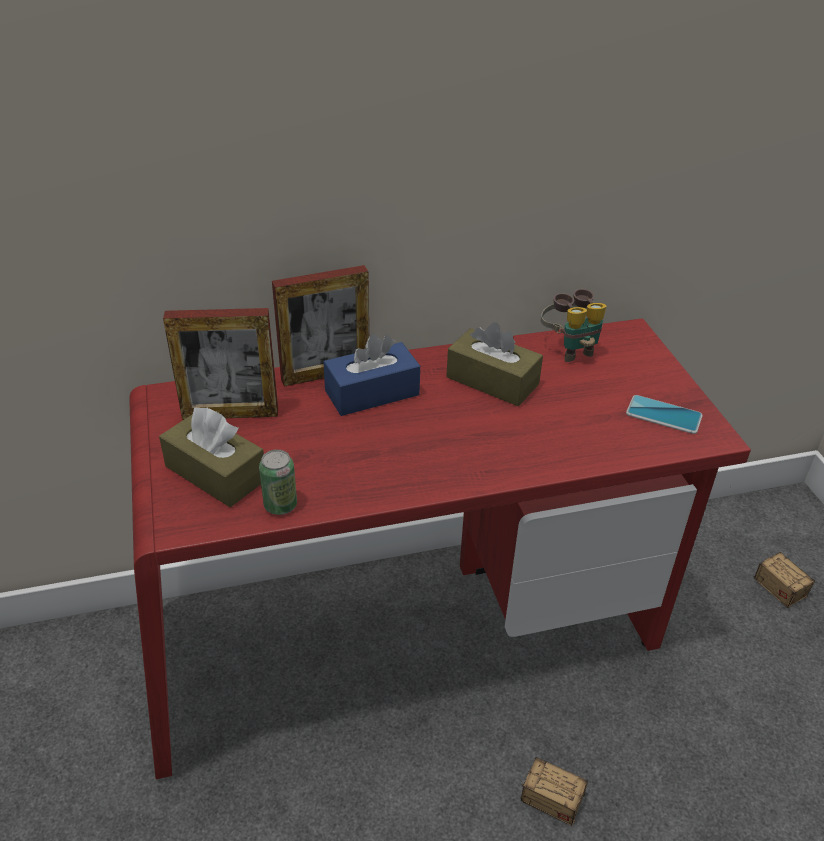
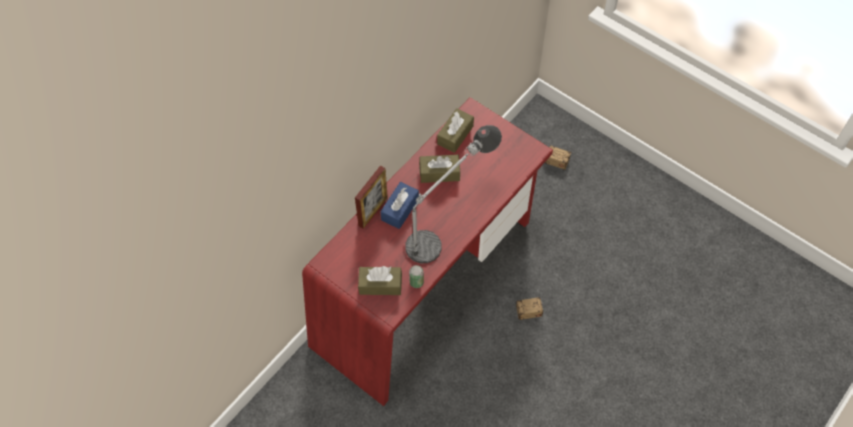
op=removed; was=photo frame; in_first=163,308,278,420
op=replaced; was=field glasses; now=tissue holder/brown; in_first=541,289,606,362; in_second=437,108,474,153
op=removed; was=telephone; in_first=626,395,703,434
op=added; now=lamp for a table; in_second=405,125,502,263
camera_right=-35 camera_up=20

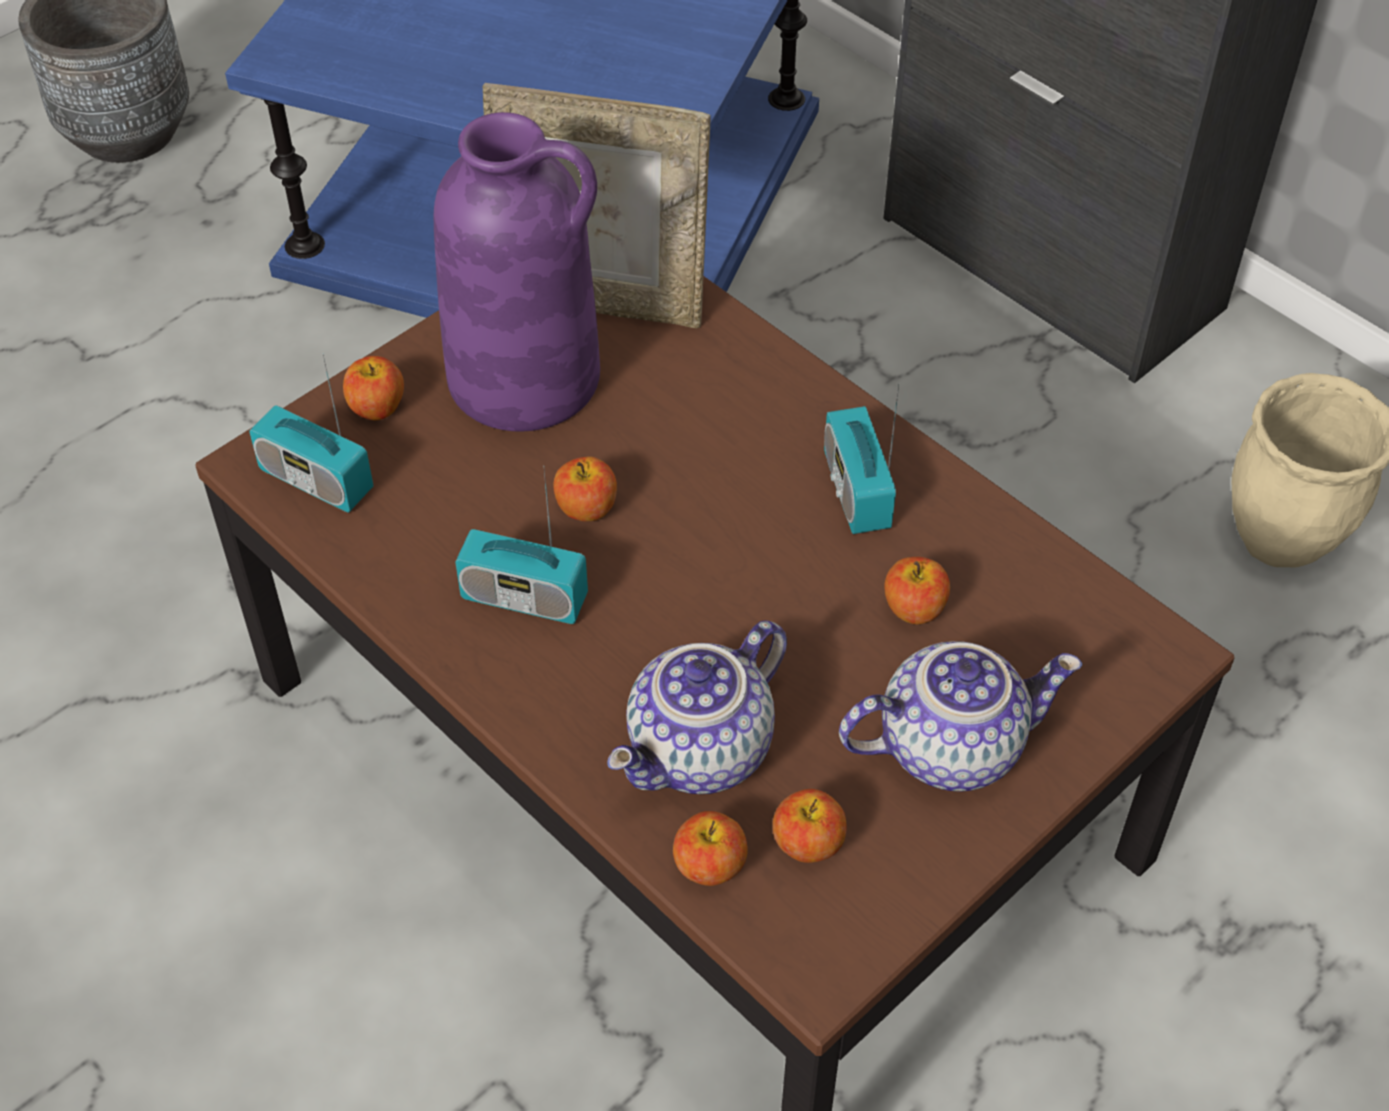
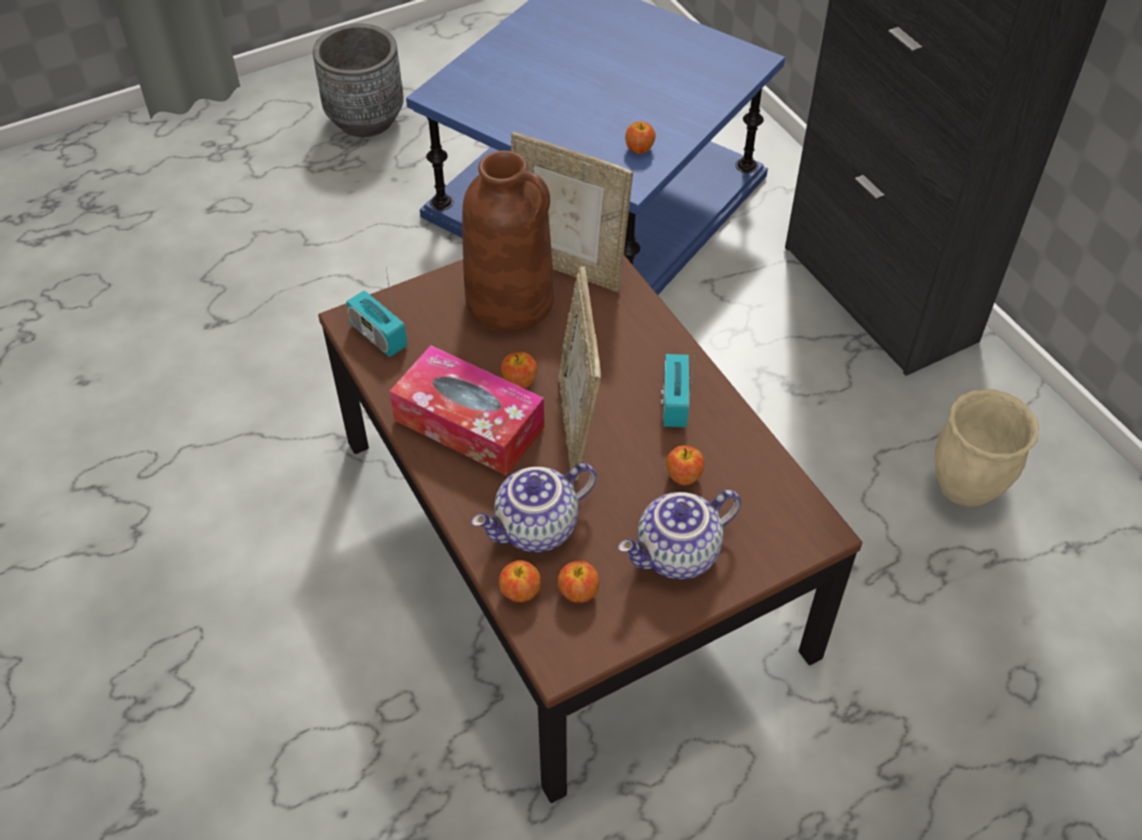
op=moved; was=apple; in_first=343,356,404,420; in_second=625,122,655,154
op=recoloured; was=decorative vase/purplish; now=decorative vase/brown; in_first=434,112,600,432; in_second=462,151,554,332
op=replaced; was=radio receiver; now=tissue holder; in_first=455,466,588,624; in_second=389,345,545,476
op=turned; was=tea pot; in_first=839,641,1082,792; in_second=618,489,741,579; clockwise=150
op=added; now=photo frame; in_second=558,266,601,480
camera_right=15 camera_up=0

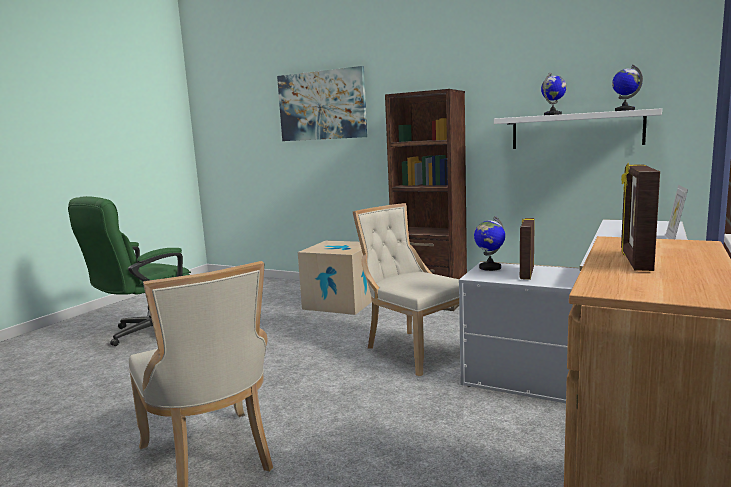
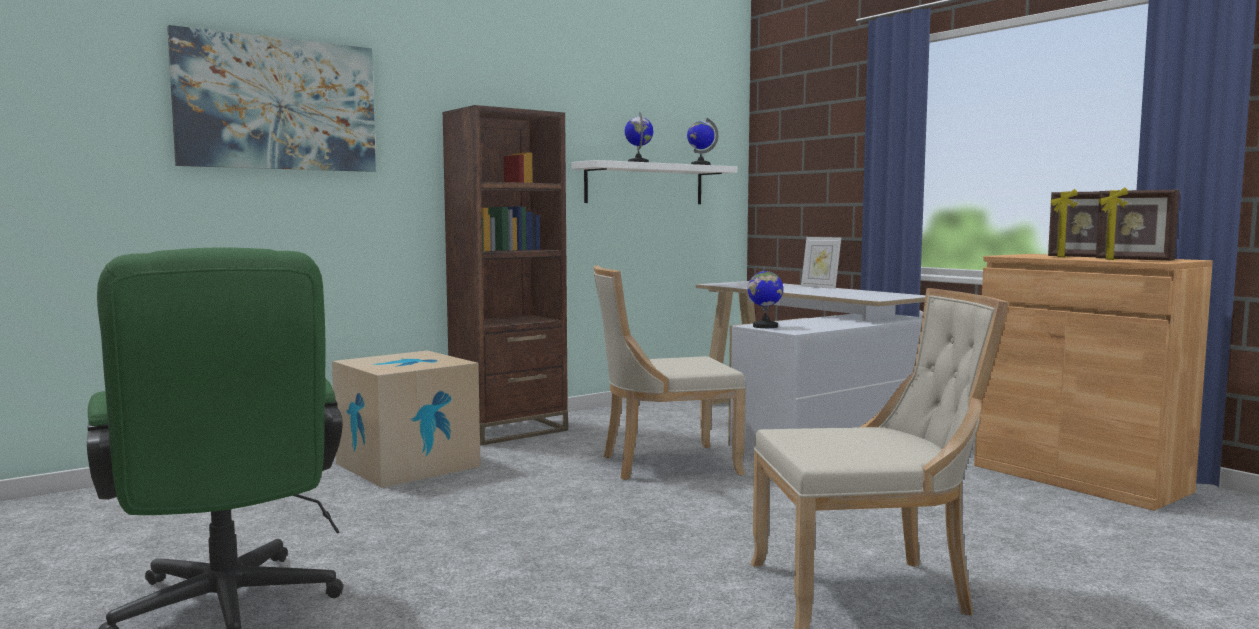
op=moved; was=photo frame; in_first=520,218,535,280; in_second=1096,188,1180,261
camera_right=-65 camera_up=-5

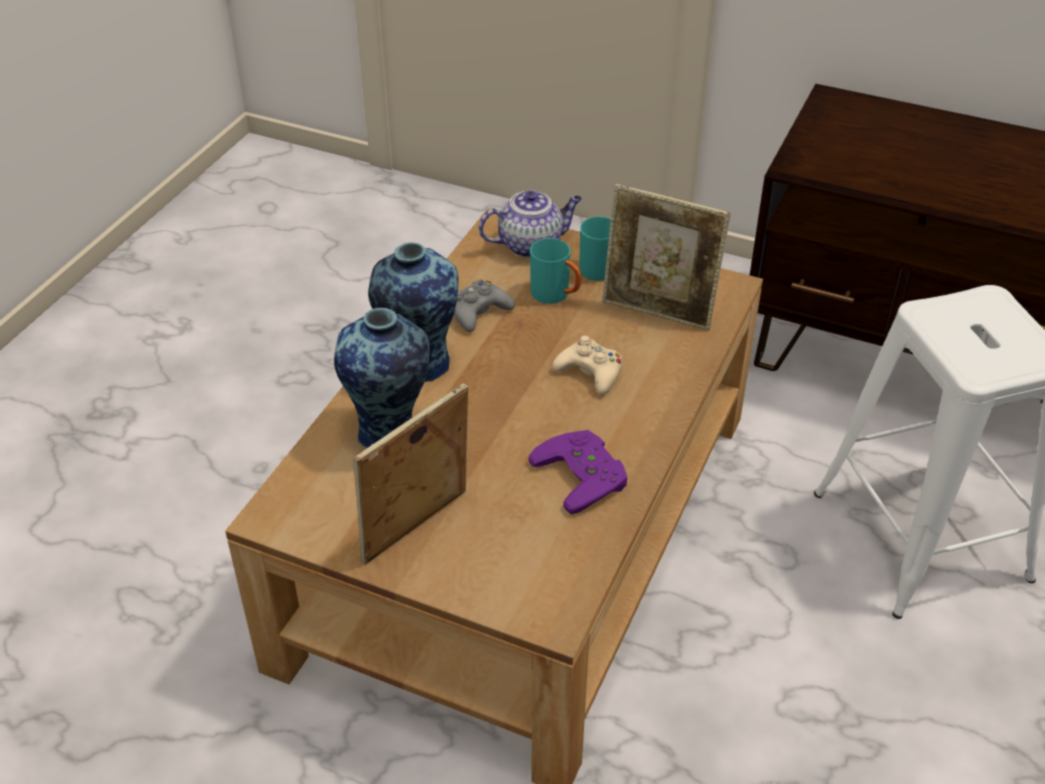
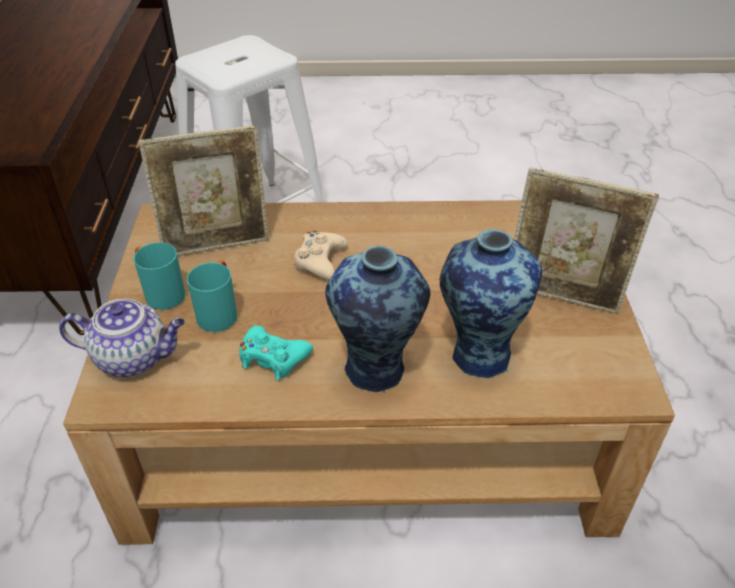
op=recoloured; was=joypad/grey; now=joypad/blue-green; in_first=454,280,515,332; in_second=239,325,313,380
op=turned; was=tea pot; in_first=479,190,582,258; in_second=59,298,185,377; clockwise=135
op=removed; was=joypad/purplish; in_first=528,430,627,515
op=turned; was=photo frame; in_first=602,184,731,331; in_second=138,125,269,256; clockwise=75
camera_right=-115 camera_up=0

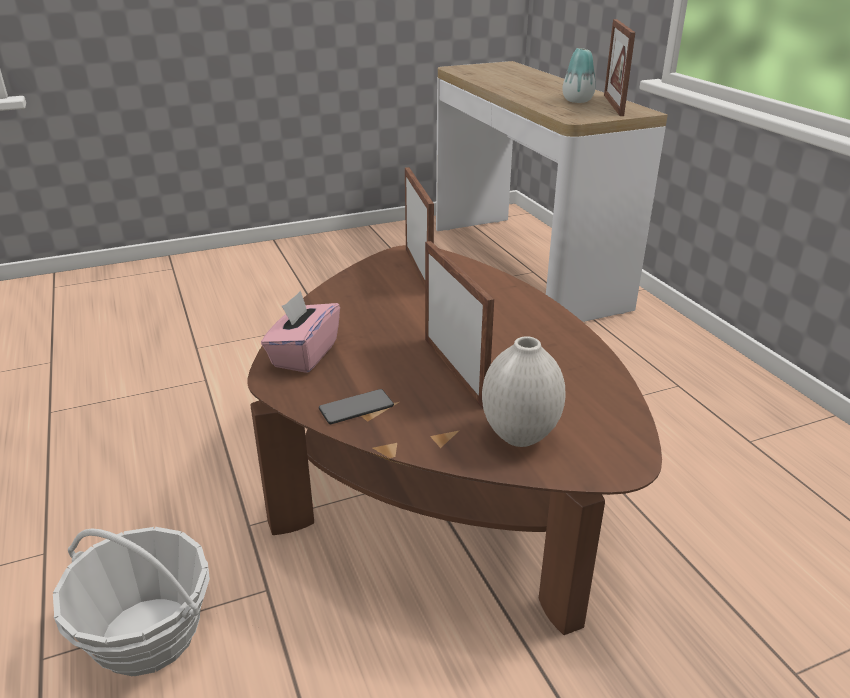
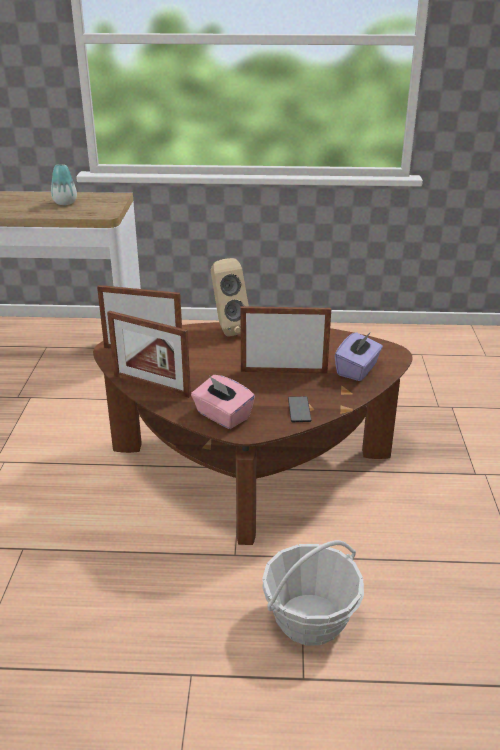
op=replaced; was=decorative vase/white-coloured; now=tissue holder/purplish; in_first=482,336,565,447; in_second=335,332,383,381
op=moved; was=photo frame; in_first=604,19,635,116; in_second=107,311,191,398
op=added; now=loudspeaker/sand-coloured; in_second=211,258,249,337
camera_right=-65 camera_up=0

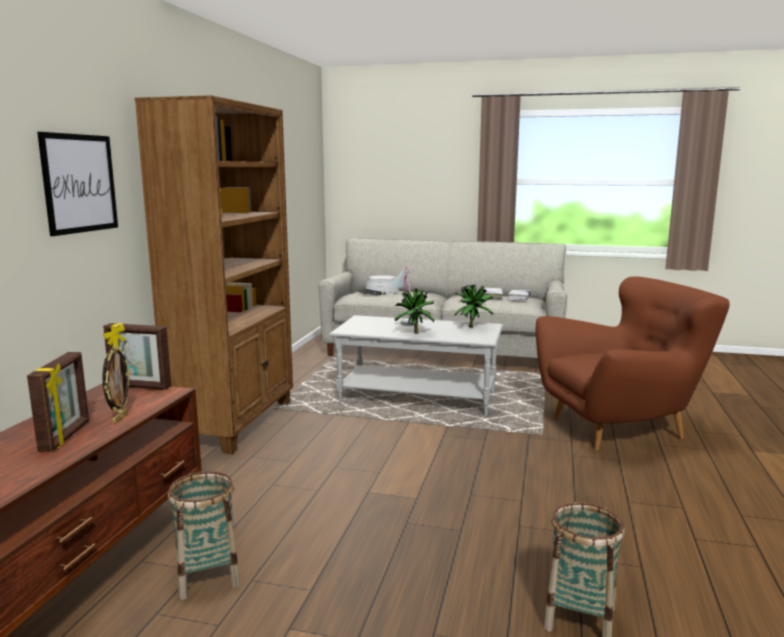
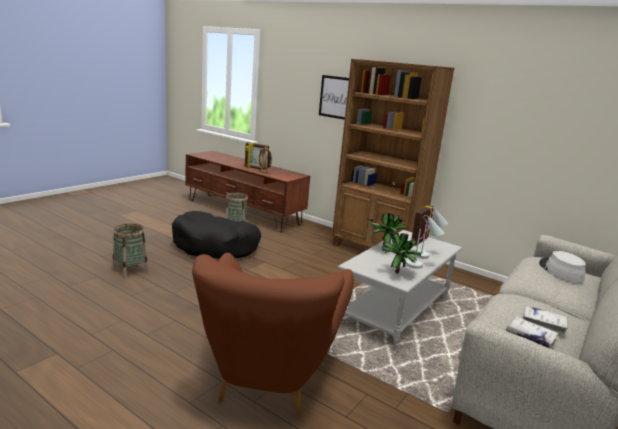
op=moved; was=photo frame; in_first=103,323,171,390; in_second=411,205,434,246
op=added; now=pet bed/black; in_second=172,211,261,259
op=added; now=lamp for a table/white-coloured; in_second=406,215,444,269
camera_right=110 camera_up=5

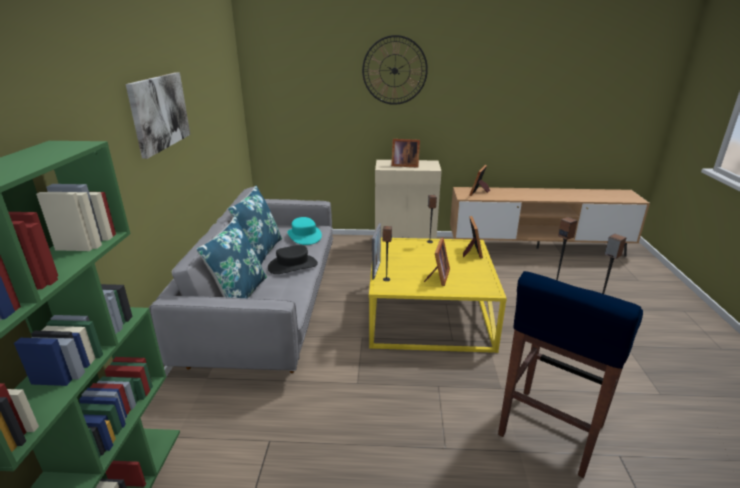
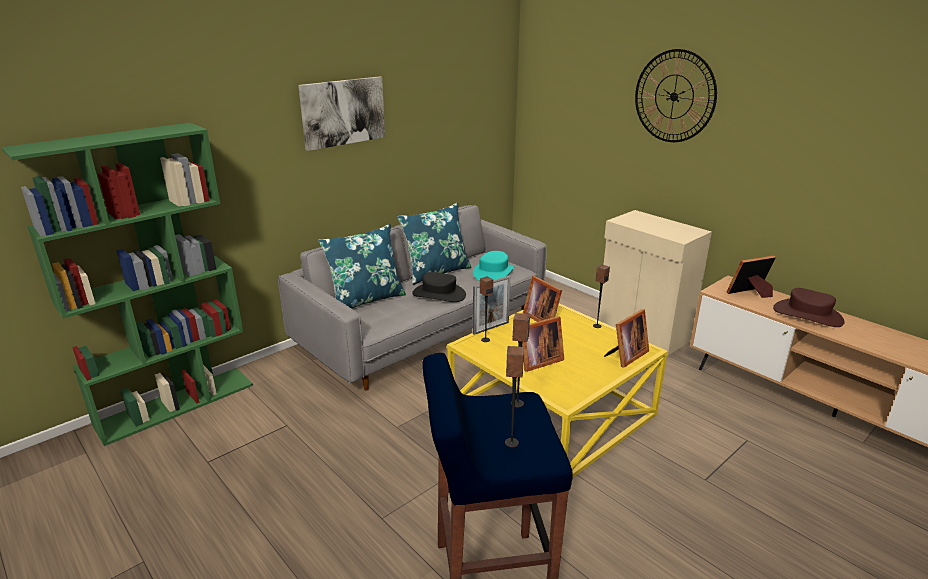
op=moved; was=photo frame; in_first=391,139,420,168; in_second=523,276,562,322
op=added; now=wearable hat/brown; in_second=773,288,844,327
camera_right=45 camera_up=0

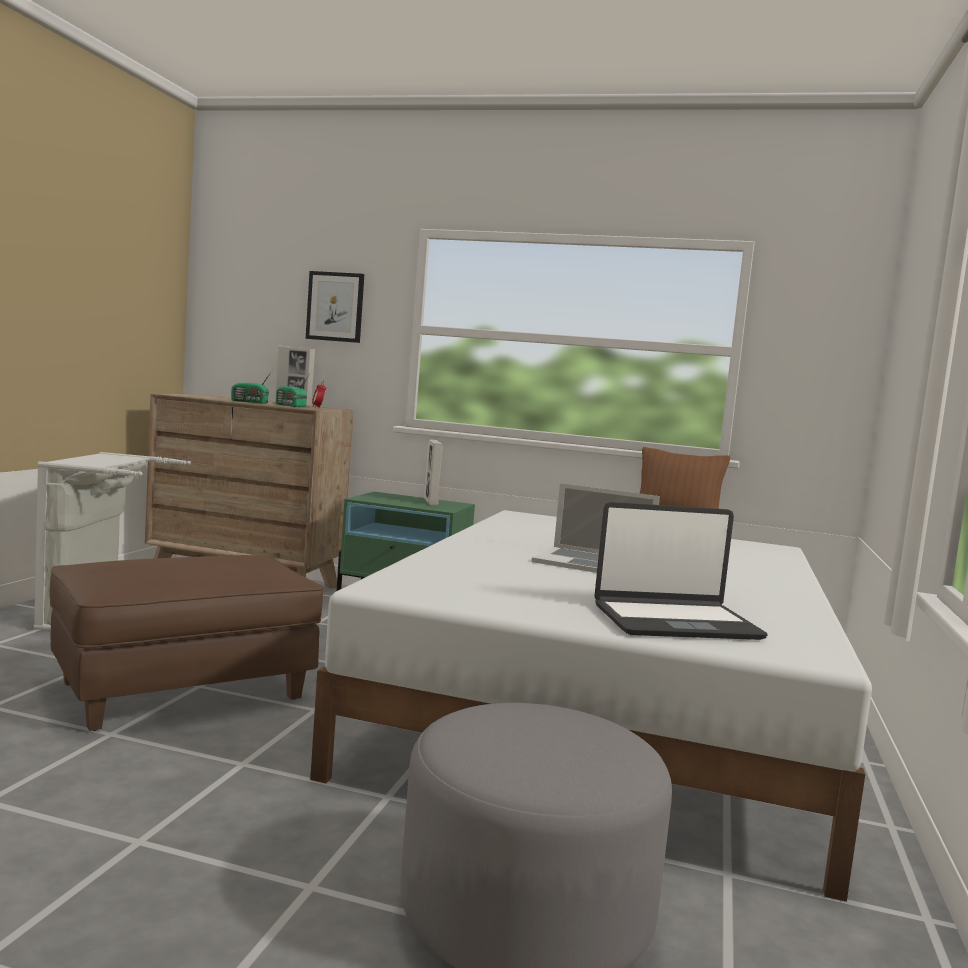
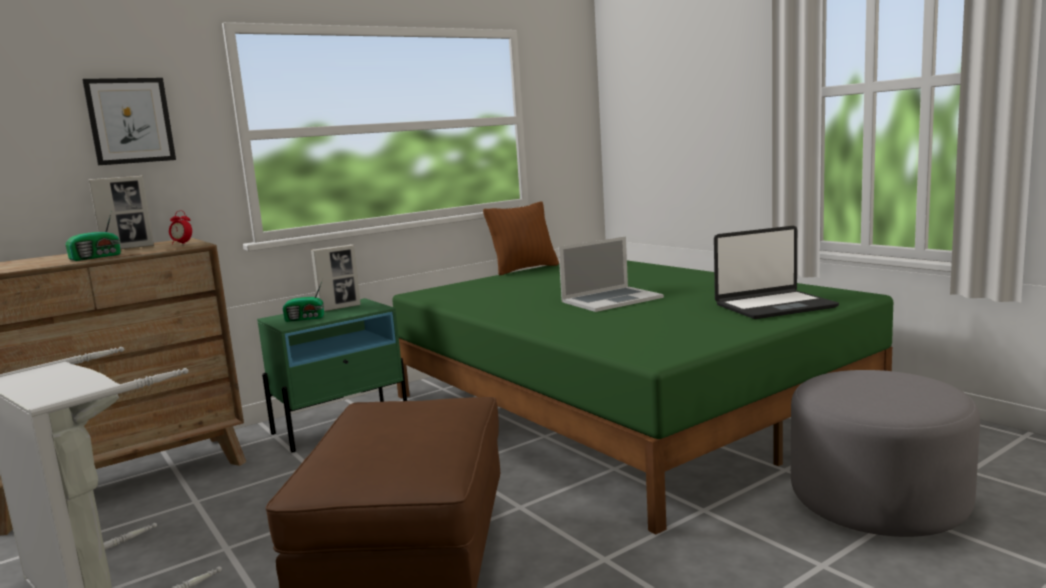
op=moved; was=radio receiver; in_first=276,375,309,407; in_second=283,279,324,322
op=recoloured; was=bedroom bed/white-coloured; now=bedroom bed/green-coloured; in_first=310,510,872,902; in_second=392,261,893,535
op=turned; was=photo frame; in_first=424,439,443,505; in_second=311,244,361,311; clockwise=-60
op=turned; was=notebook computer; in_first=594,502,768,640; in_second=714,226,839,319; clockwise=45
camera_right=-50 camera_up=5

